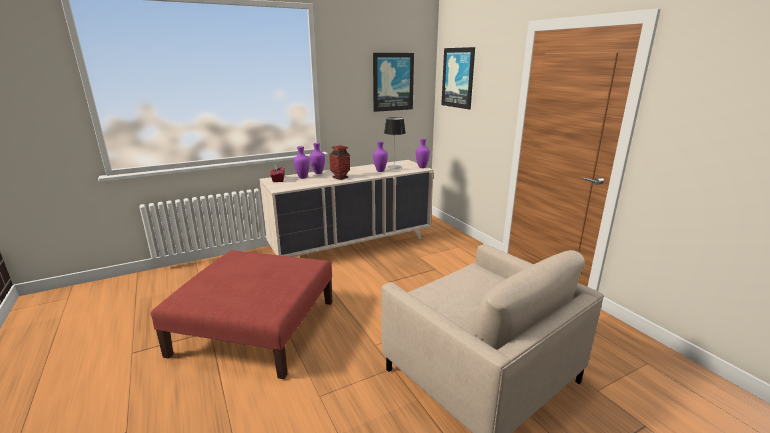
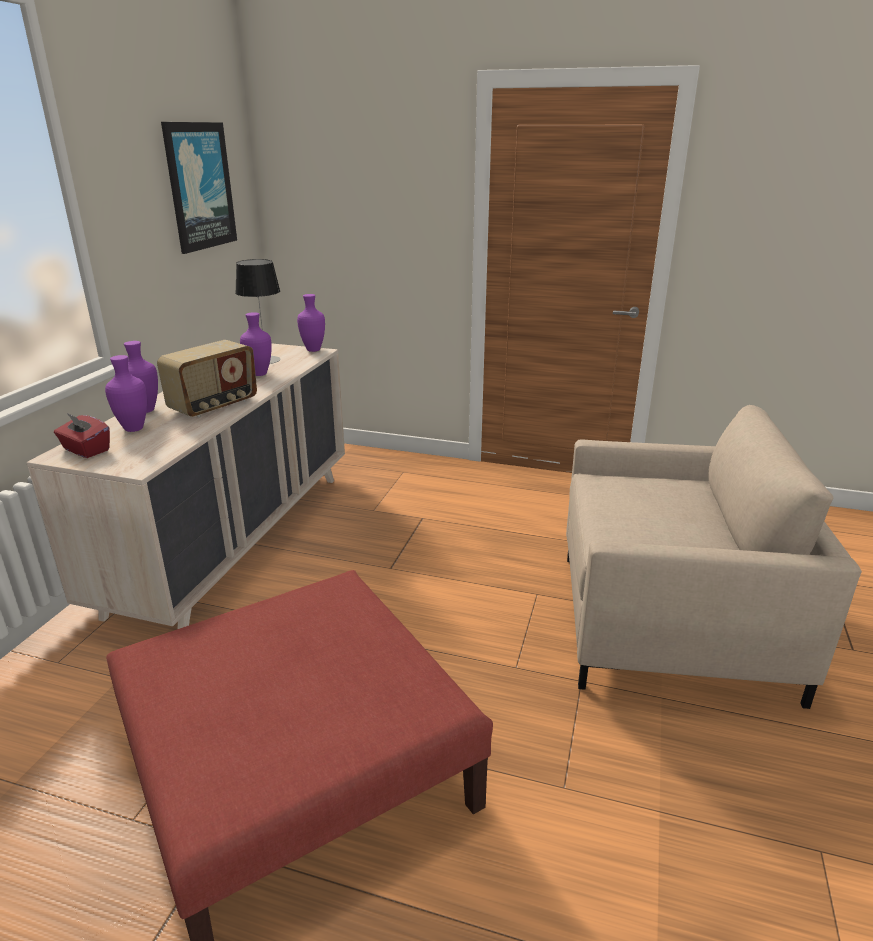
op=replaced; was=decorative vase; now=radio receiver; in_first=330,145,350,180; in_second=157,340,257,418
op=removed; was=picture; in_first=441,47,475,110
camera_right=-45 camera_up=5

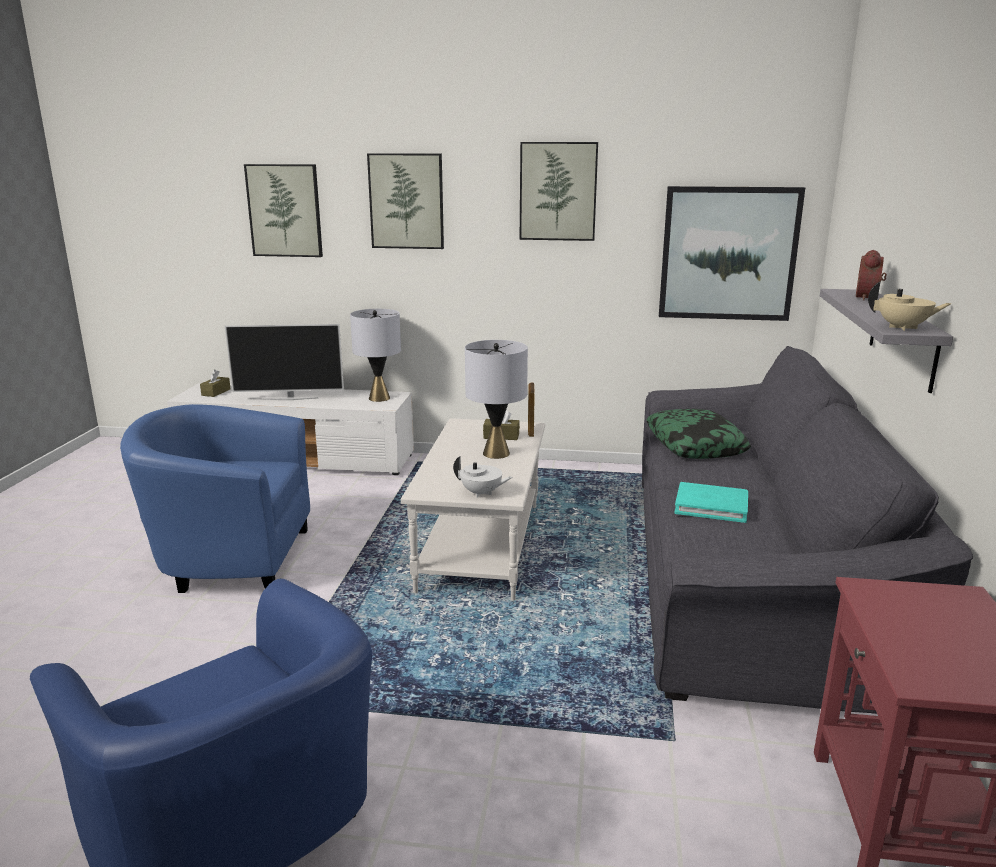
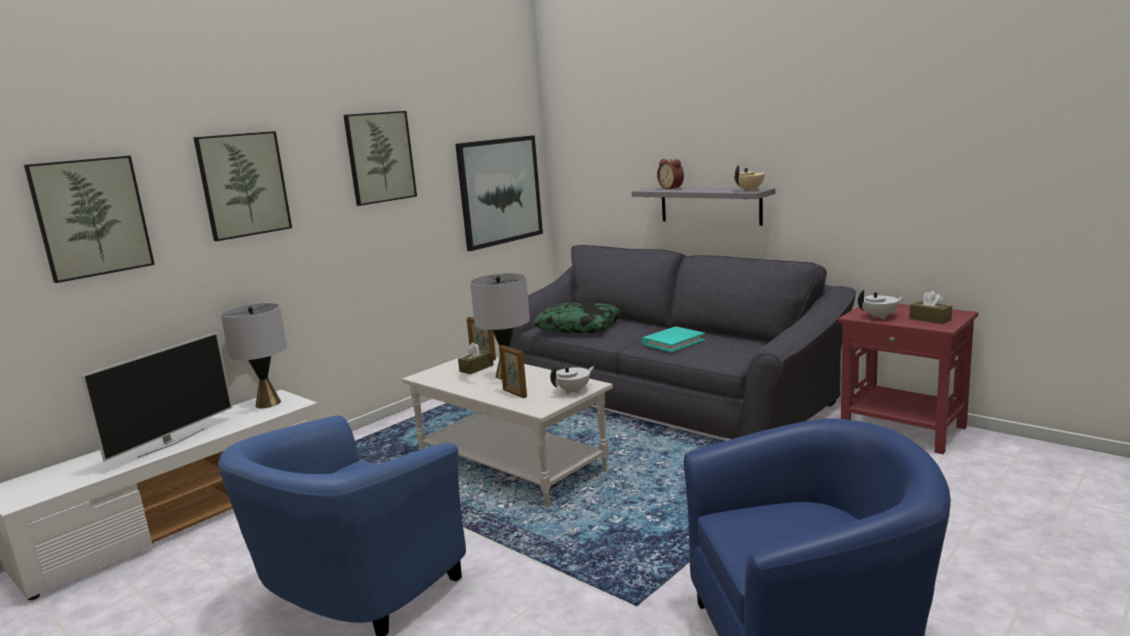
op=moved; was=tissue holder/brown; in_first=200,369,231,397; in_second=909,291,952,324
op=added; now=photo frame; in_second=499,345,527,398
op=added; now=tea pot/white-coloured; in_second=858,290,904,319
camera_right=-55 camera_up=-5

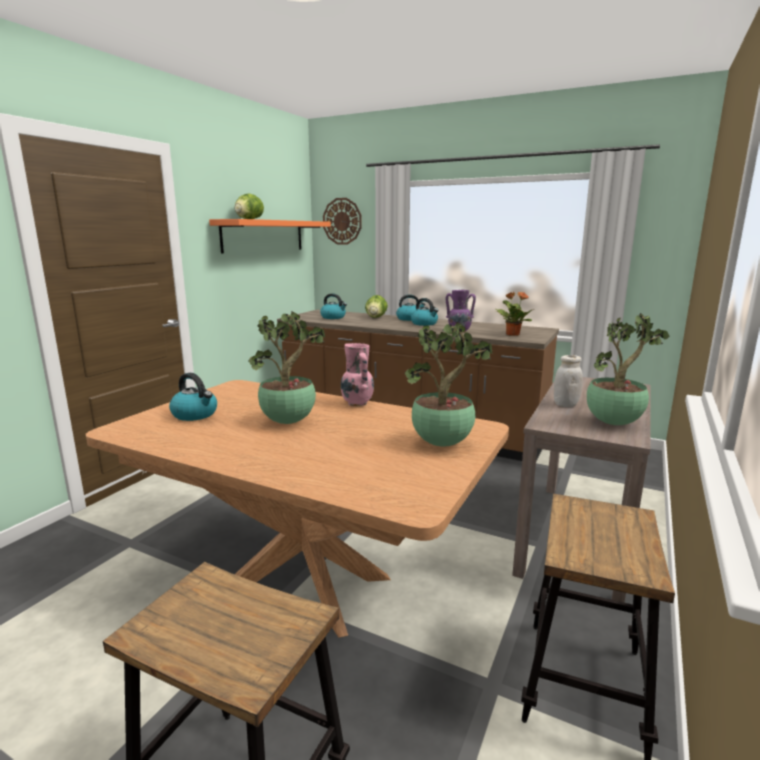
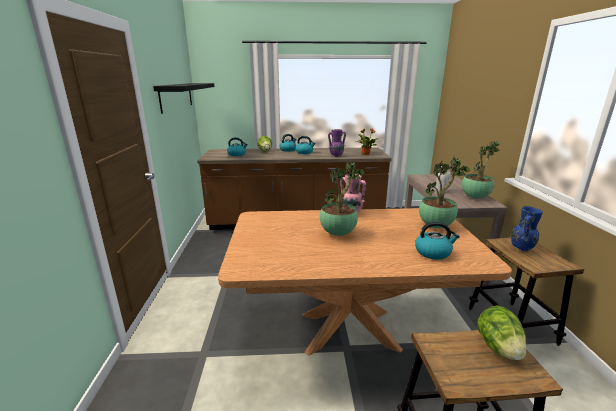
op=moved; was=water kettle; in_first=169,373,217,421; in_second=415,221,460,260
op=recoloured; was=bracket shelf/orange; now=bracket shelf/black; in_first=209,219,331,254; in_second=153,83,215,114
op=moved; was=head of lettuce; in_first=234,193,264,219; in_second=477,305,526,360
op=removed; was=hanging clock; in_first=323,198,362,245
op=added; now=decorative vase/bluish; in_second=511,206,543,252
camera_right=-30 camera_up=5

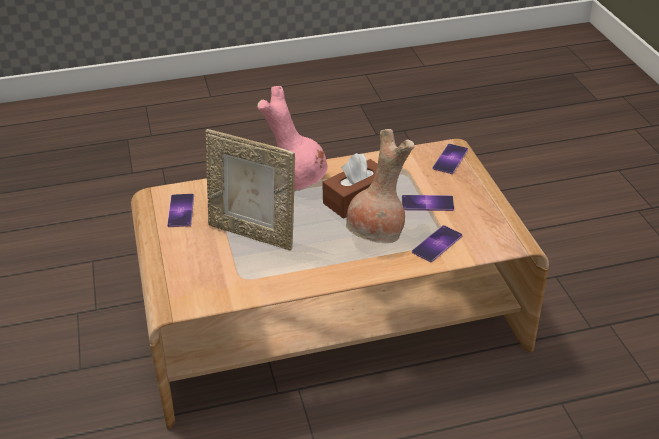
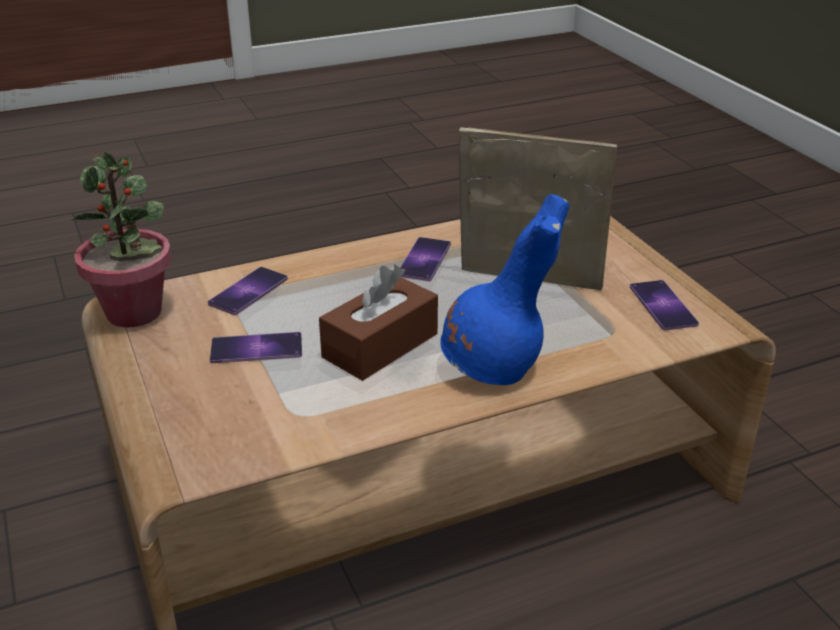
op=recoloured; was=decorative vase/pinkish; now=decorative vase/bluish; in_first=257,86,328,191; in_second=440,194,569,385
op=removed; was=decorative vase/brown; in_first=346,129,415,243
op=moved; was=telephone; in_first=432,144,468,174; in_second=400,237,451,281
op=added; now=potted plant; in_second=71,152,172,328
camera_right=170 camera_up=-5

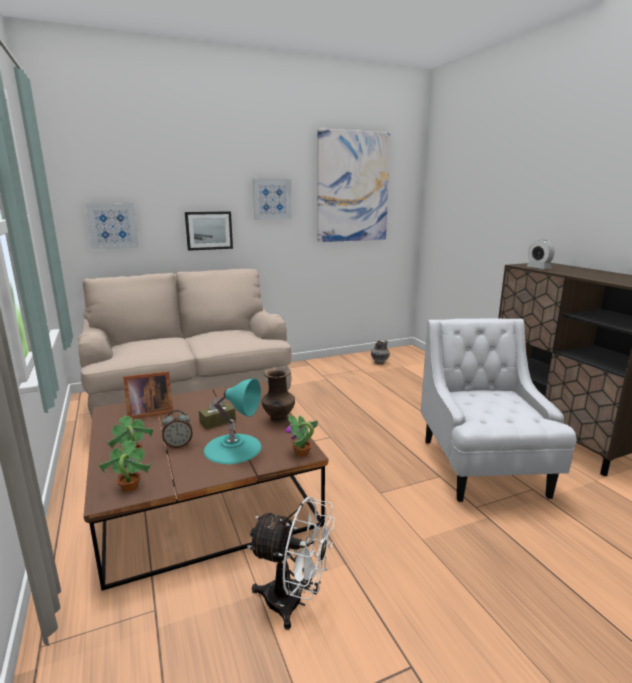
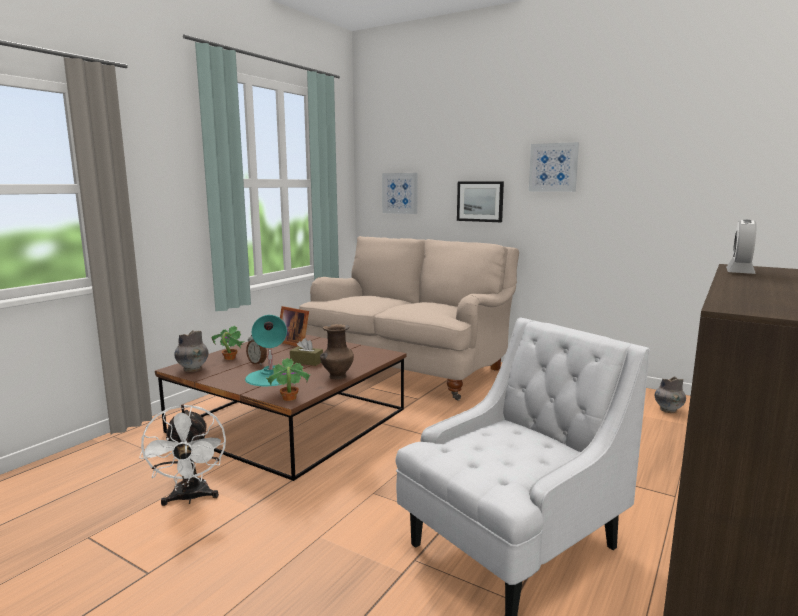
op=replaced; was=potted plant; now=decorative vase/grey; in_first=99,440,153,492; in_second=174,330,208,372
op=removed; was=picture; in_first=317,128,391,242
camera_right=55 camera_up=-5

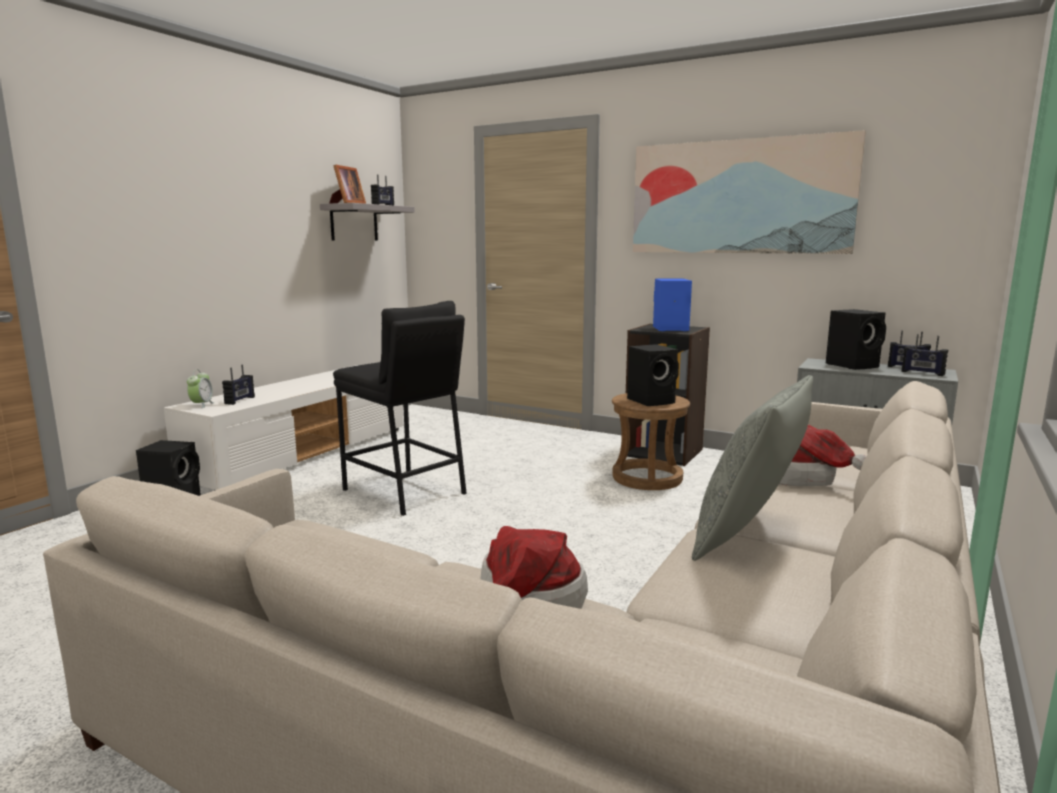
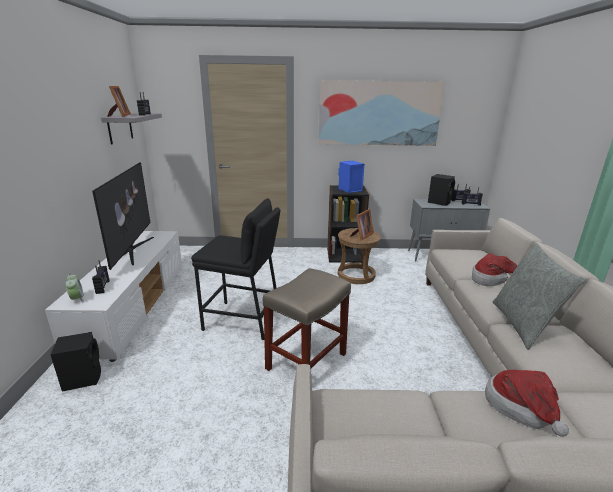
op=replaced; was=loudspeaker/black; now=photo frame; in_first=627,344,679,406; in_second=350,209,374,240
op=added; now=TV; in_second=92,162,154,270
op=added; now=stool/sand-coloured; in_second=263,268,351,371
camera_right=-30 camera_up=10

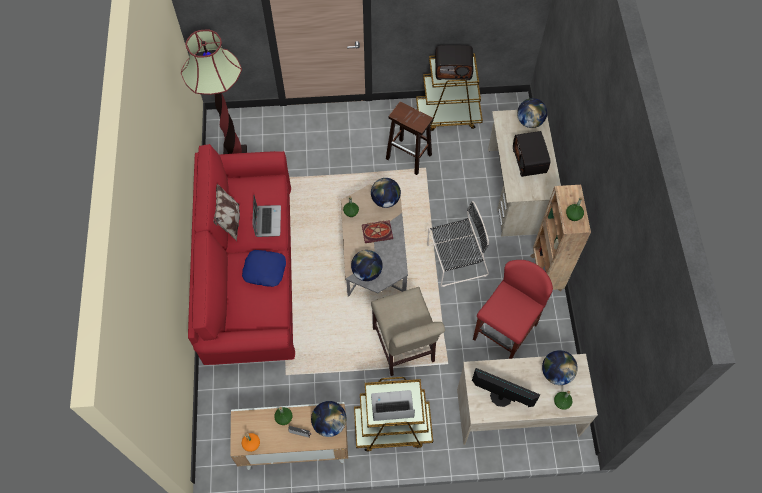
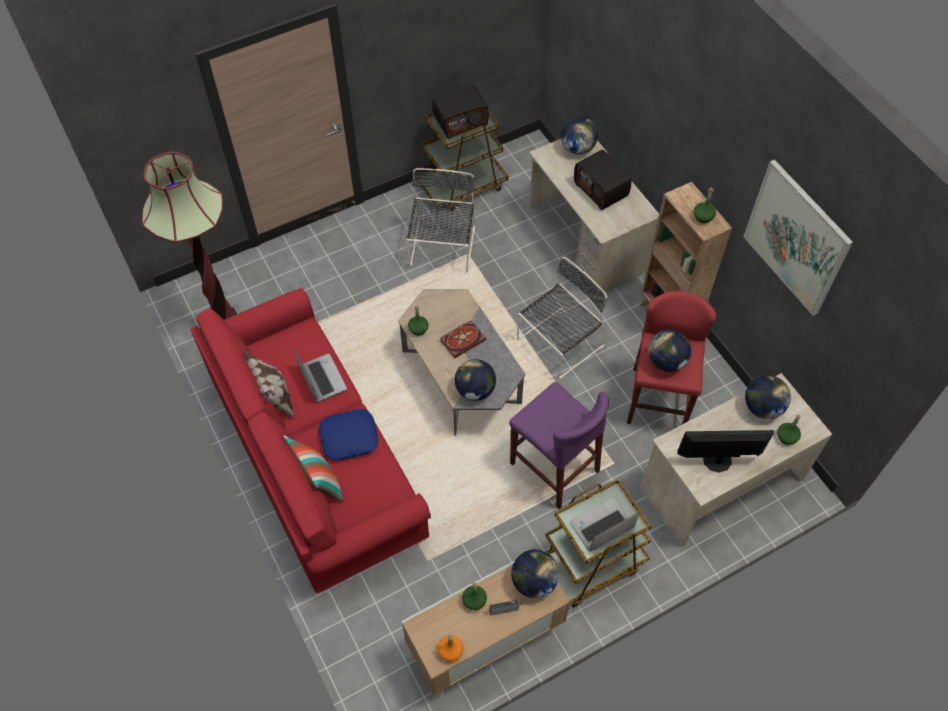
op=moved; was=globe; in_first=371,178,401,208; in_second=648,329,692,372
op=replaced; was=chair/sand-coloured; now=stool/purplish; in_first=371,287,445,376; in_second=509,382,609,509
op=replaced; was=stool/brown; now=chair/black; in_first=386,101,433,175; in_second=406,168,475,272
op=added; now=throw pillow; in_second=283,436,344,502
op=added; now=picture; in_second=743,159,853,316
camera_right=-25 camera_up=-5

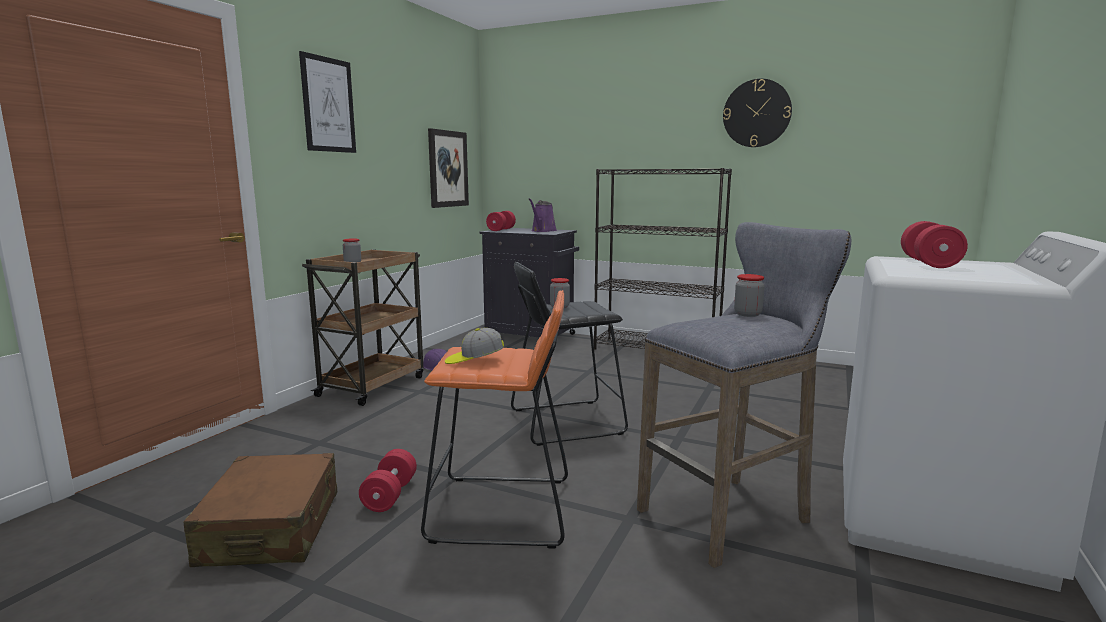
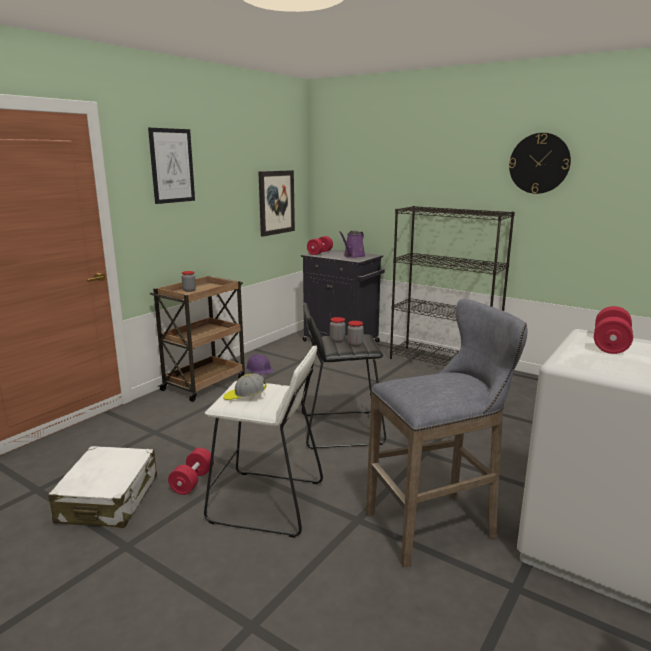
op=recoloured; was=travel case/brown; now=travel case/white-coloured; in_first=183,453,337,567; in_second=48,446,157,528
op=recoloured; was=stool/orange; now=stool/white-coloured; in_first=421,290,568,549; in_second=204,345,323,538
op=moved; was=storage jar; in_first=734,274,765,317; in_second=347,321,364,346
camera_right=10 camera_up=5

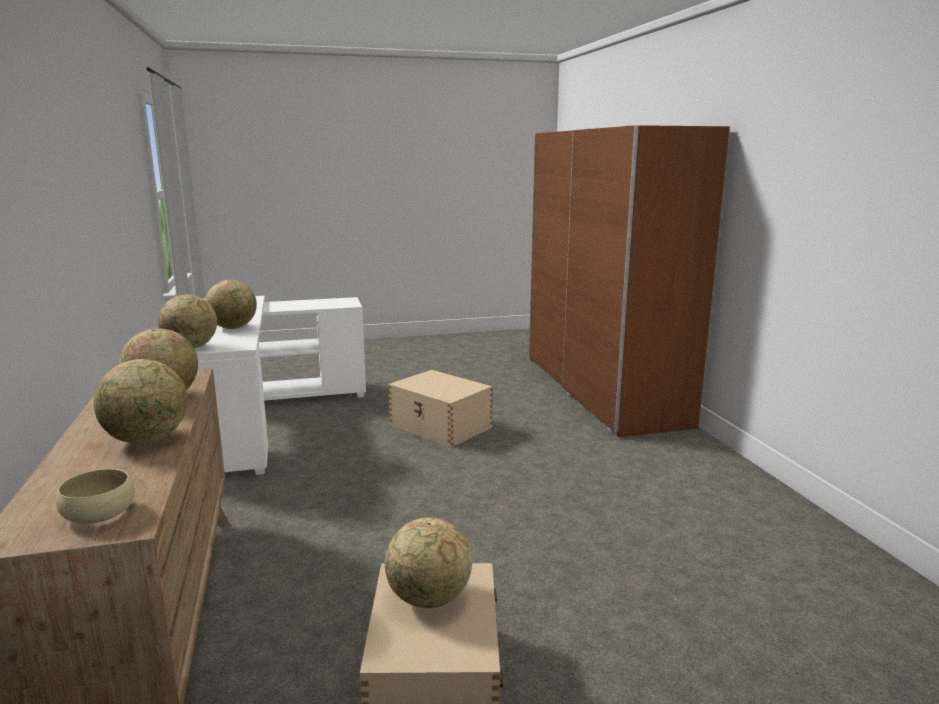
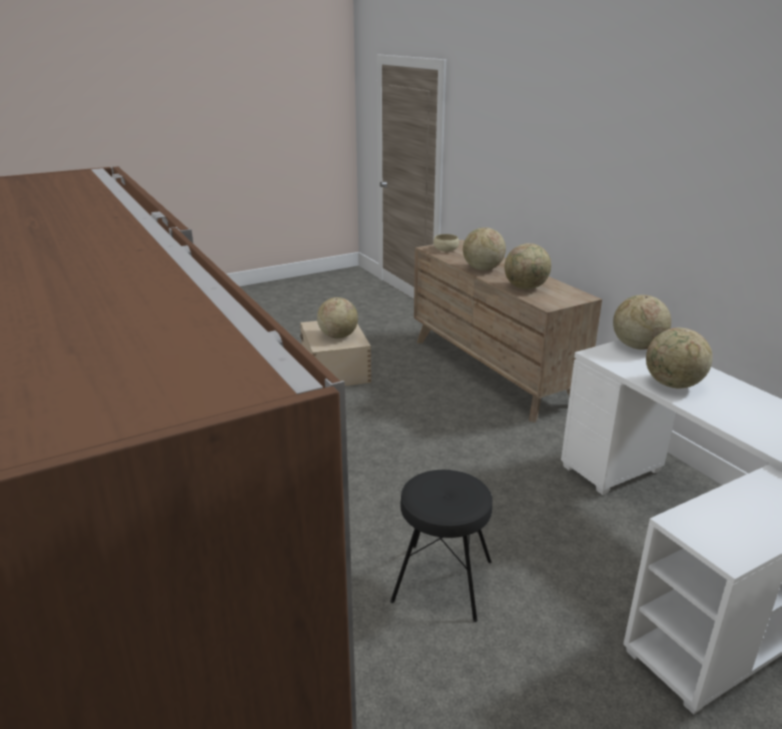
op=replaced; was=storage container/sand-coloured; now=stool/black; in_first=388,370,493,447; in_second=390,470,493,622
camera_right=165 camera_up=10

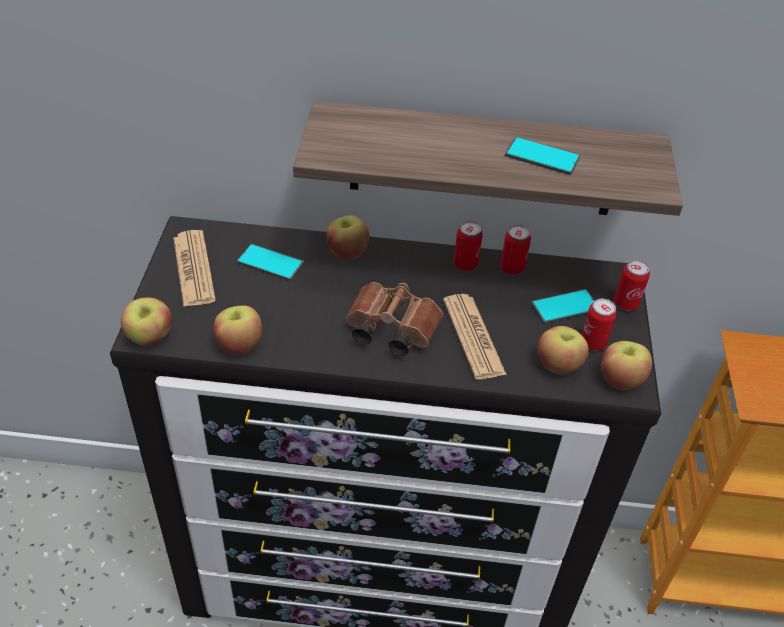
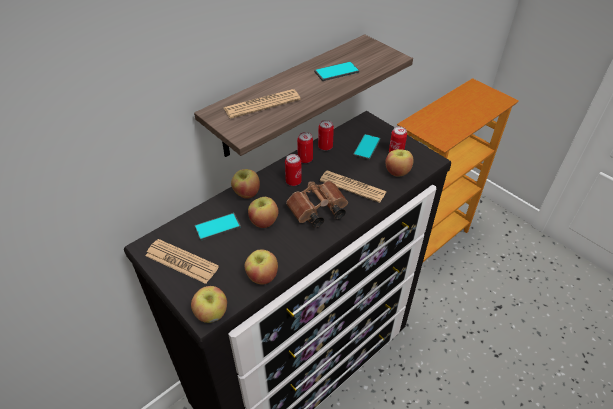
op=moved; was=apple; in_first=601,341,652,390; in_second=248,197,278,228
op=moved; was=sealed can; in_first=614,260,650,311; in_second=285,154,302,186
op=added; now=printed paper; in_second=224,89,301,119
camera_right=-45 camera_up=0

